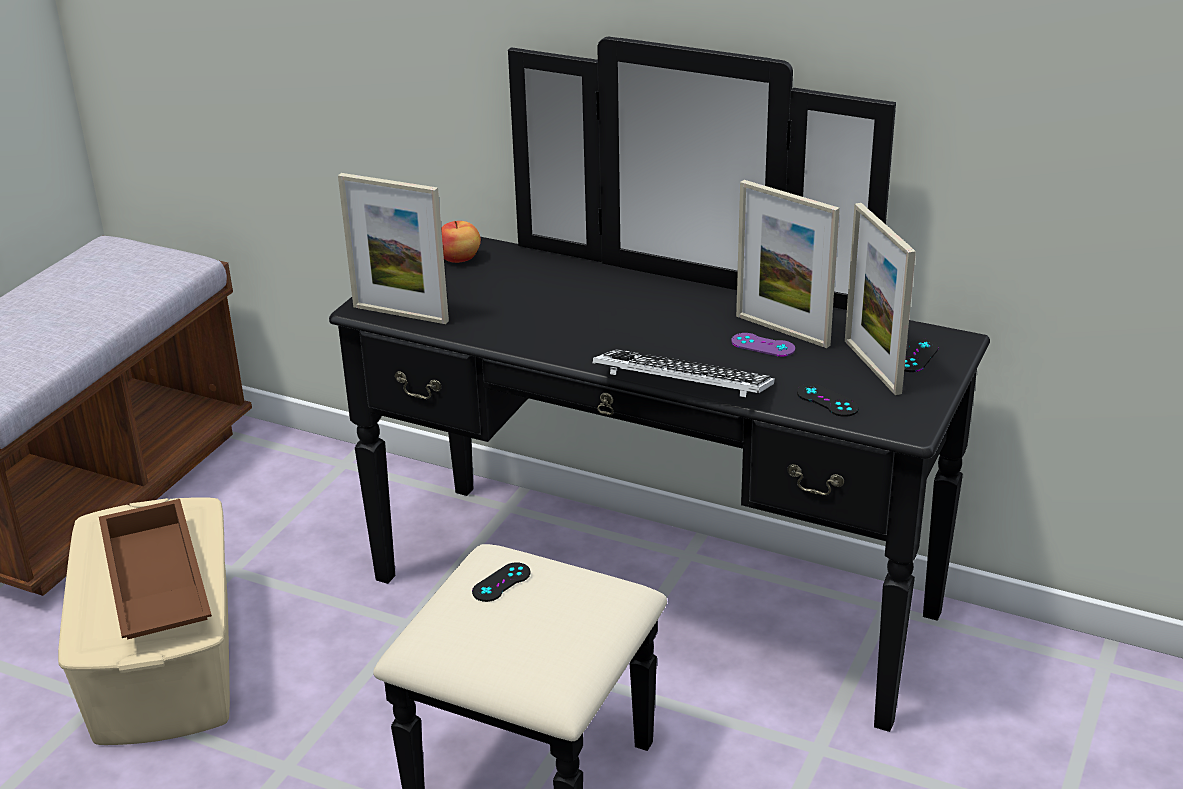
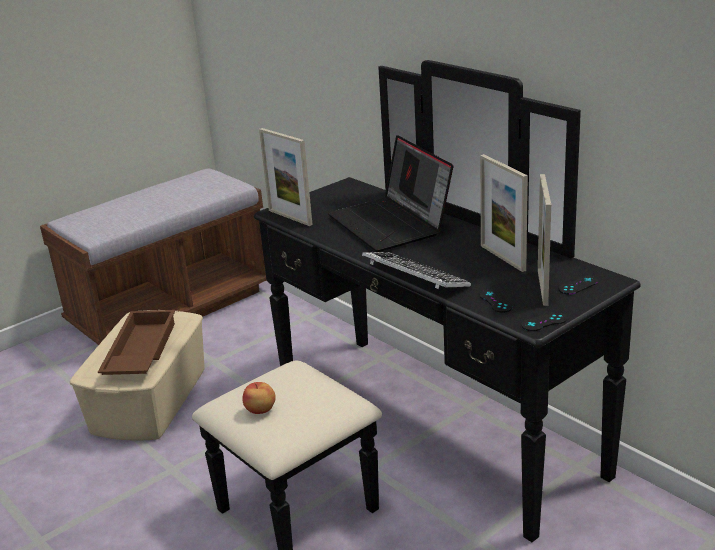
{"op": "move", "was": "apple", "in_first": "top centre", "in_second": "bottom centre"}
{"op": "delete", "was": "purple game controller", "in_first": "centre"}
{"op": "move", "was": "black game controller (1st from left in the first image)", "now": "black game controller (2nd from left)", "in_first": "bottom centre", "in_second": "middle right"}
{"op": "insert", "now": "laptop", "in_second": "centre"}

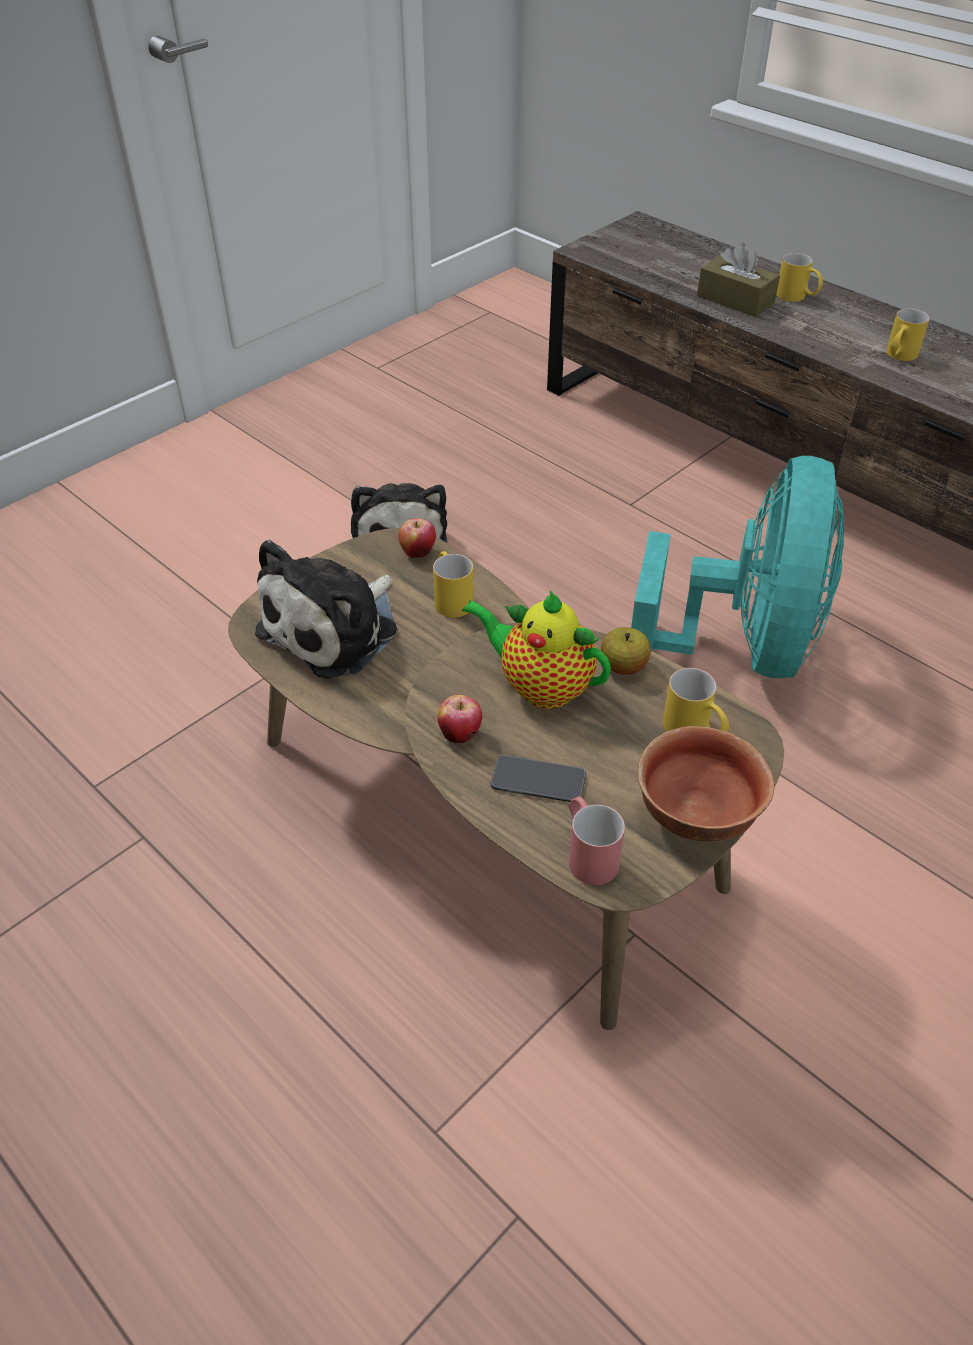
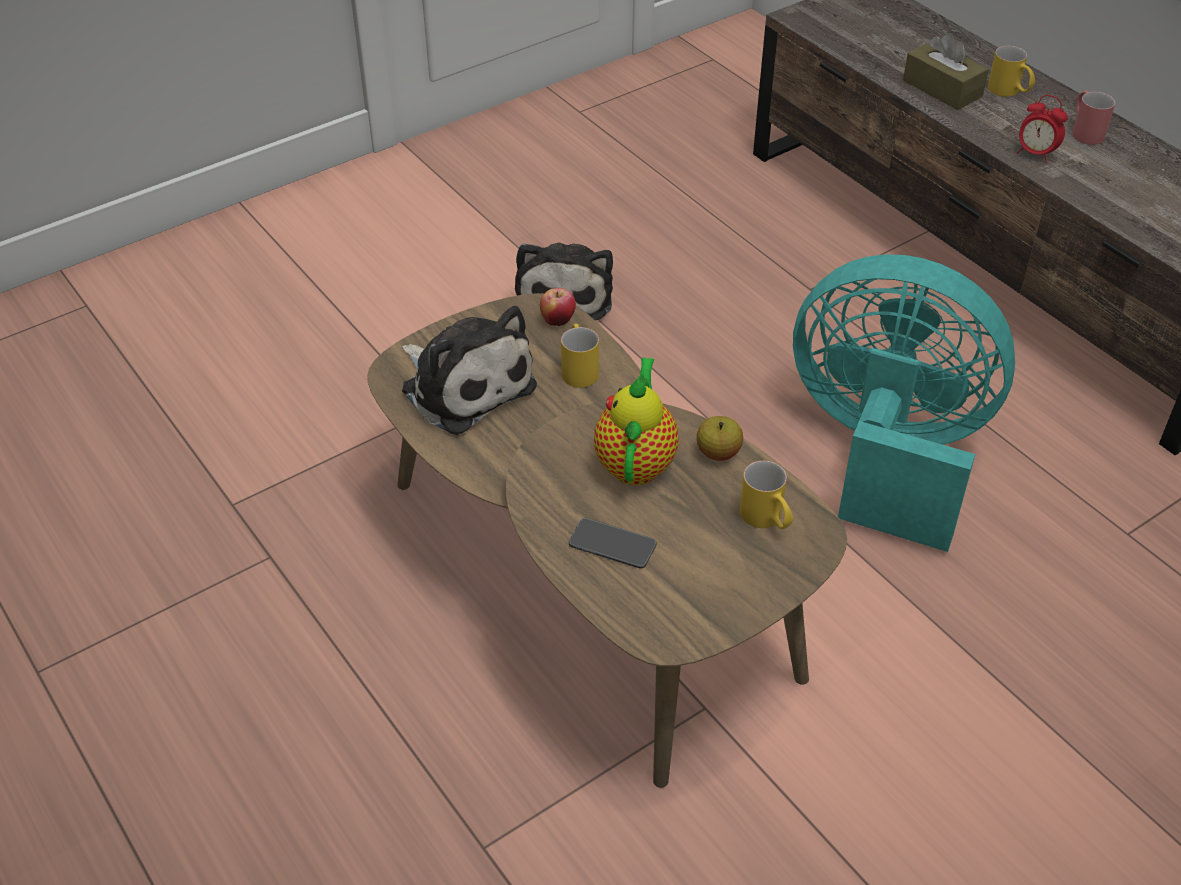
{"op": "delete", "was": "yellow mug (4th from left)", "in_first": "top right"}
{"op": "rotate", "was": "turquoise fan", "in_first": "middle right", "in_second": "middle right", "clockwise": -90}
{"op": "rotate", "was": "plush toy (1st from left)", "in_first": "centre", "in_second": "centre", "clockwise": -90}
{"op": "rotate", "was": "teapot", "in_first": "centre", "in_second": "centre", "clockwise": 60}
{"op": "delete", "was": "apple (2nd from left)", "in_first": "centre"}
{"op": "delete", "was": "bowl", "in_first": "middle right"}
{"op": "move", "was": "red mug", "in_first": "centre", "in_second": "top right"}
{"op": "insert", "now": "alarm clock", "in_second": "top right"}

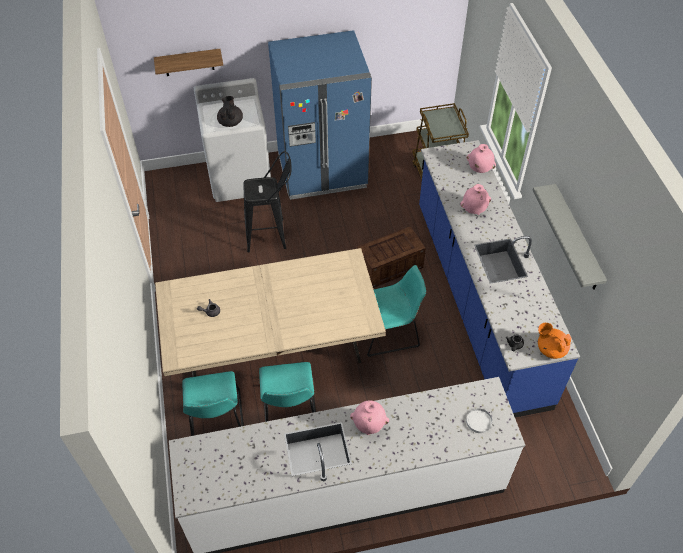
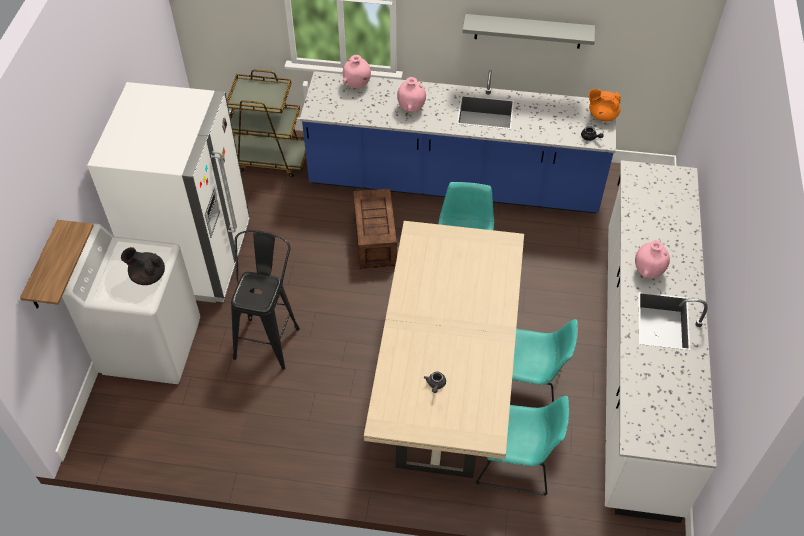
{"op": "recolor", "was": "blue fridge", "now": "white fridge", "in_first": "top centre", "in_second": "middle left"}
{"op": "rotate", "was": "orange teapot", "in_first": "middle right", "in_second": "top right", "clockwise": 45}
{"op": "delete", "was": "white plate", "in_first": "bottom right"}

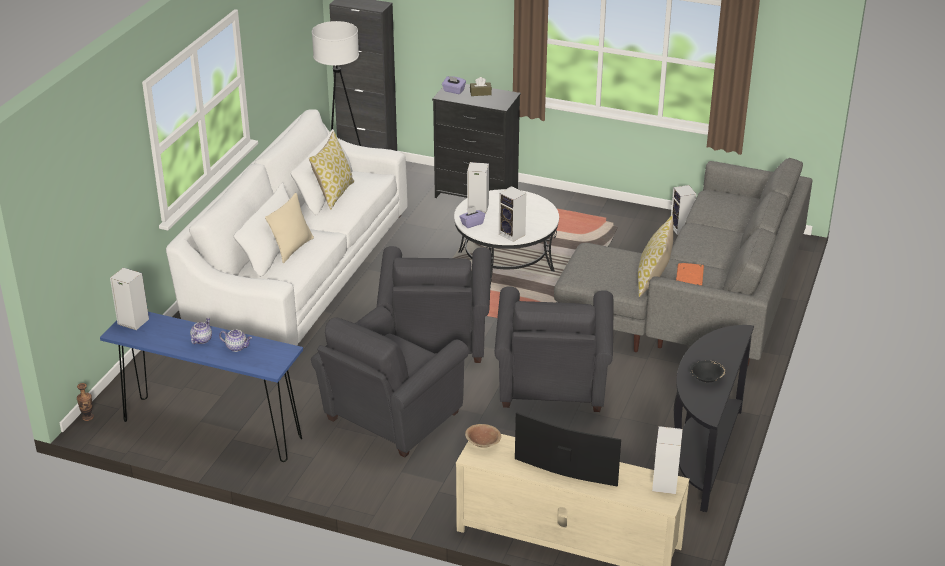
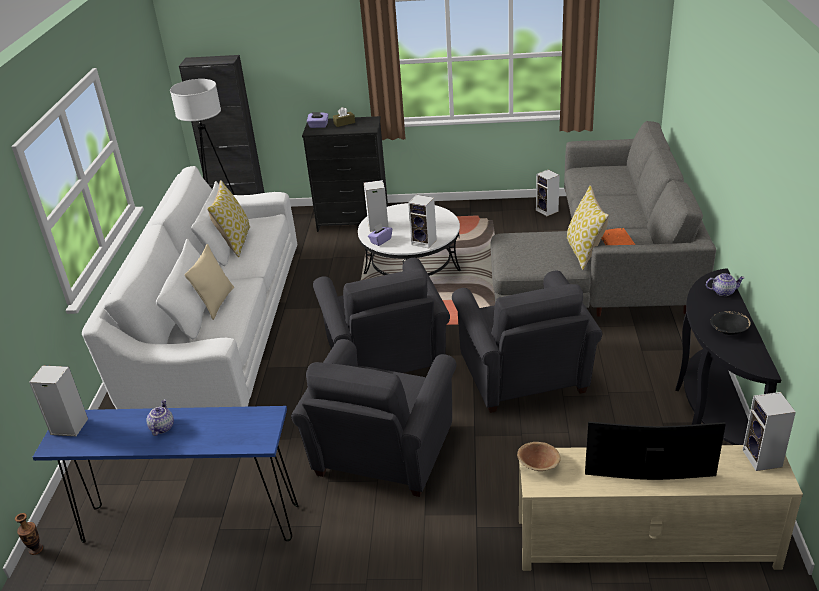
{"op": "move", "was": "teapot (2nd from left)", "in_first": "middle left", "in_second": "middle right"}

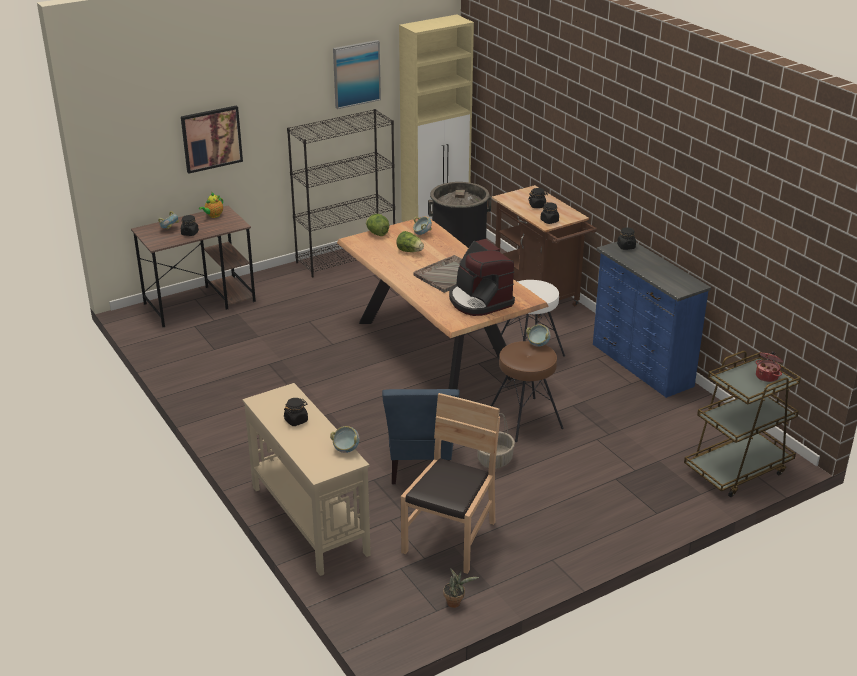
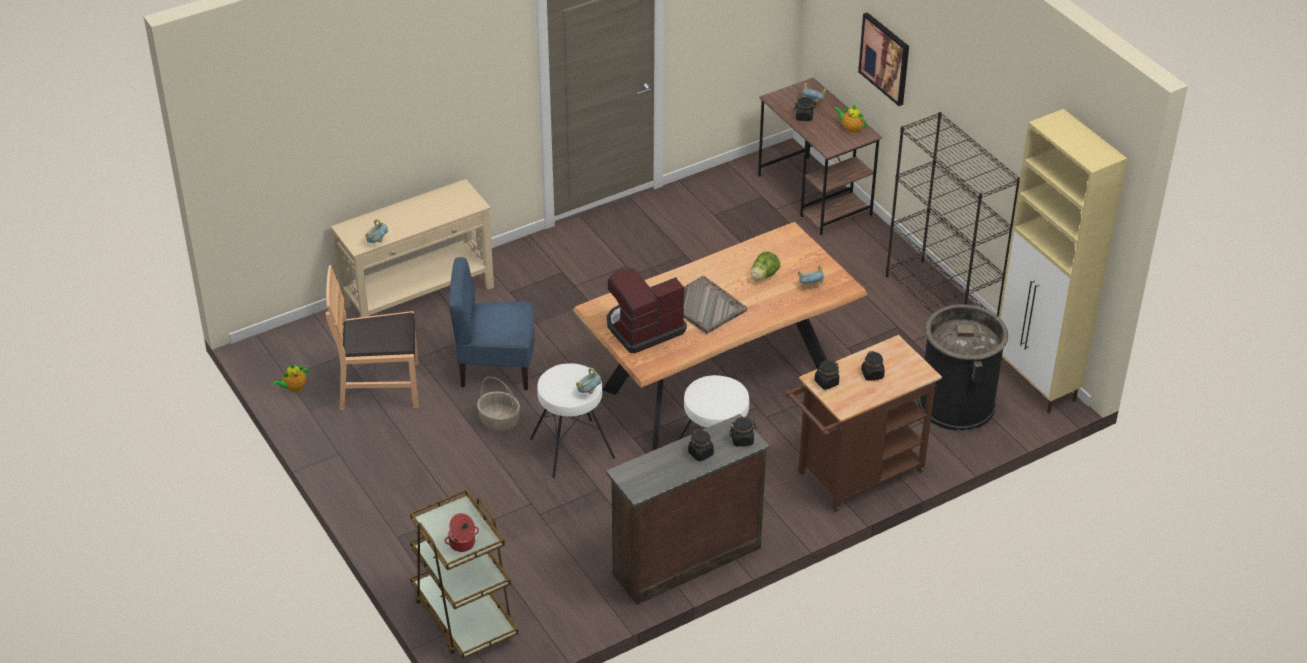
{"op": "delete", "was": "picture (2nd from left)", "in_first": "top centre"}
{"op": "delete", "was": "lettuce (1st from left)", "in_first": "top centre"}
{"op": "recolor", "was": "blue dresser", "now": "brown dresser", "in_first": "middle right", "in_second": "bottom centre"}
{"op": "recolor", "was": "brown stool", "now": "white stool (1st from left)", "in_first": "centre", "in_second": "centre"}
{"op": "rotate", "was": "brown chair", "in_first": "bottom centre", "in_second": "middle left", "clockwise": 150}
{"op": "move", "was": "black jar (2nd from left in the first image)", "now": "black jar (1st from left)", "in_first": "centre", "in_second": "bottom centre"}
{"op": "replace", "was": "potted plant", "now": "teapot (1st from left)", "in_first": "bottom centre", "in_second": "middle left"}

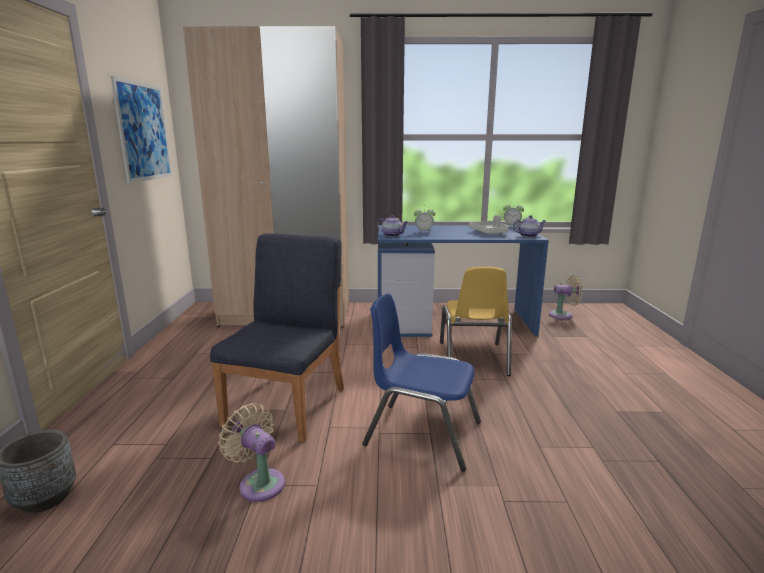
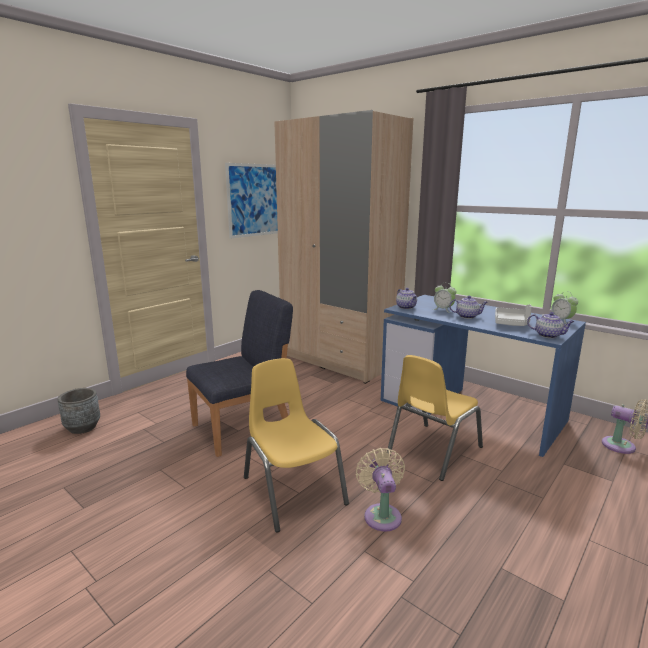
{"op": "recolor", "was": "blue chair (2nd from left)", "now": "yellow chair (1st from left)", "in_first": "bottom centre", "in_second": "bottom centre"}
{"op": "move", "was": "beige fan (1st from left)", "in_first": "bottom left", "in_second": "bottom centre"}
{"op": "insert", "now": "teapot (2nd from left)", "in_second": "middle right"}

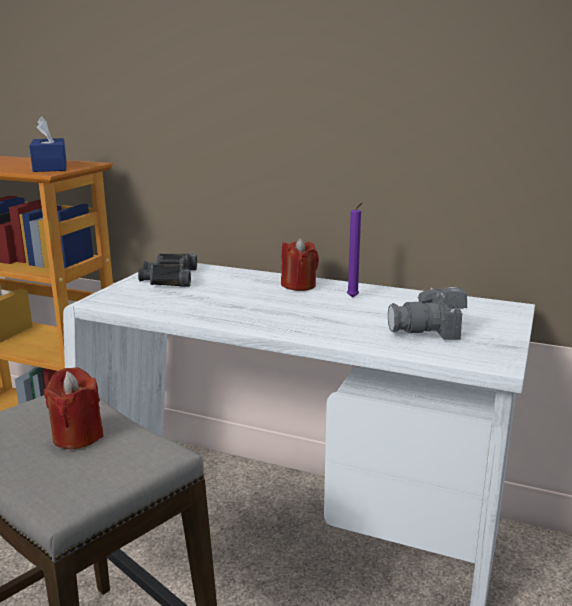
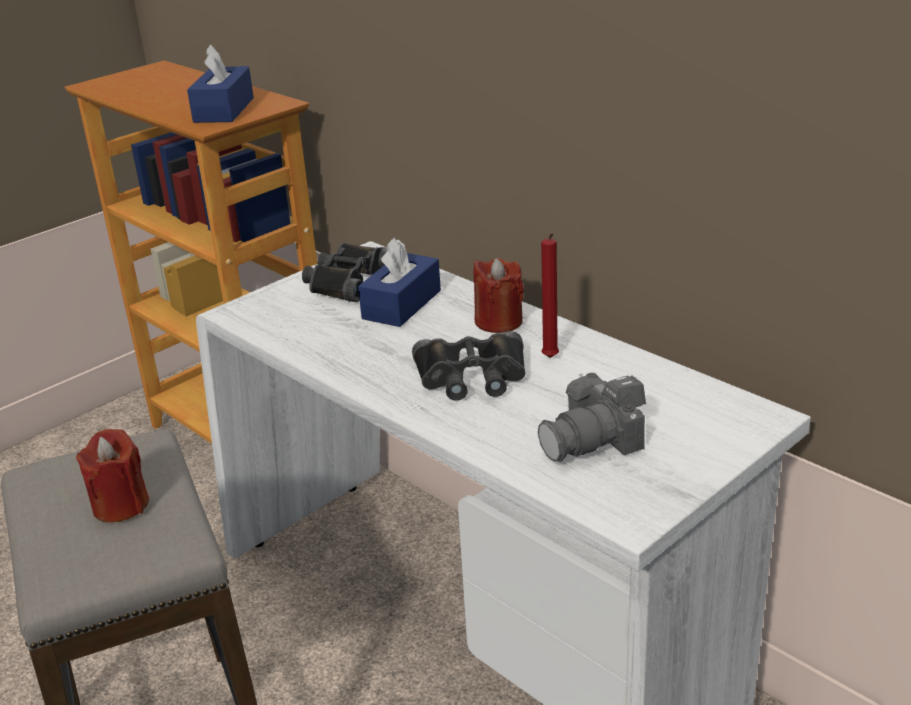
{"op": "recolor", "was": "purple candle", "now": "red candle (3rd from left)", "in_first": "centre", "in_second": "centre"}
{"op": "rotate", "was": "photo camera", "in_first": "middle right", "in_second": "centre", "clockwise": -45}
{"op": "insert", "now": "blue tissue box (2nd from left)", "in_second": "centre"}
{"op": "insert", "now": "black binoculars (2nd from left)", "in_second": "centre"}

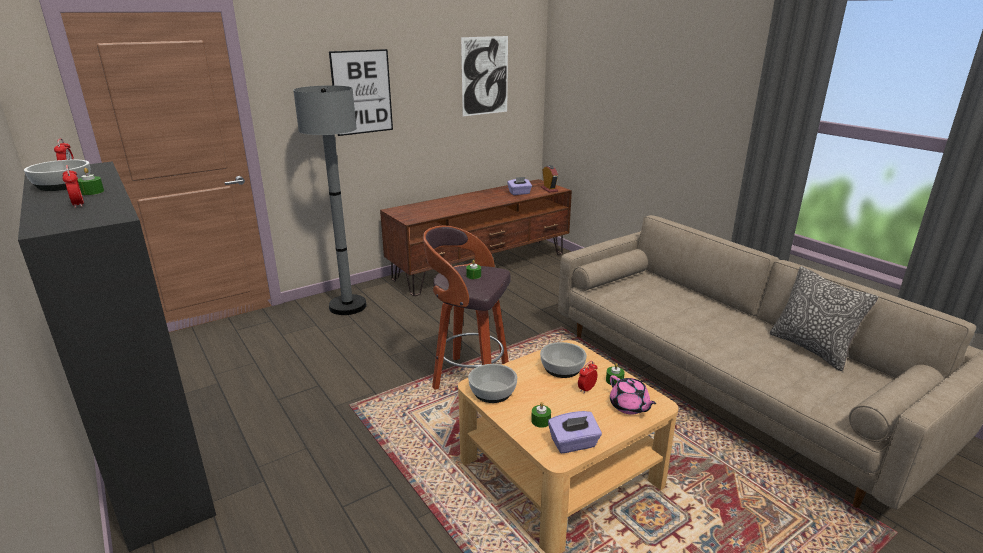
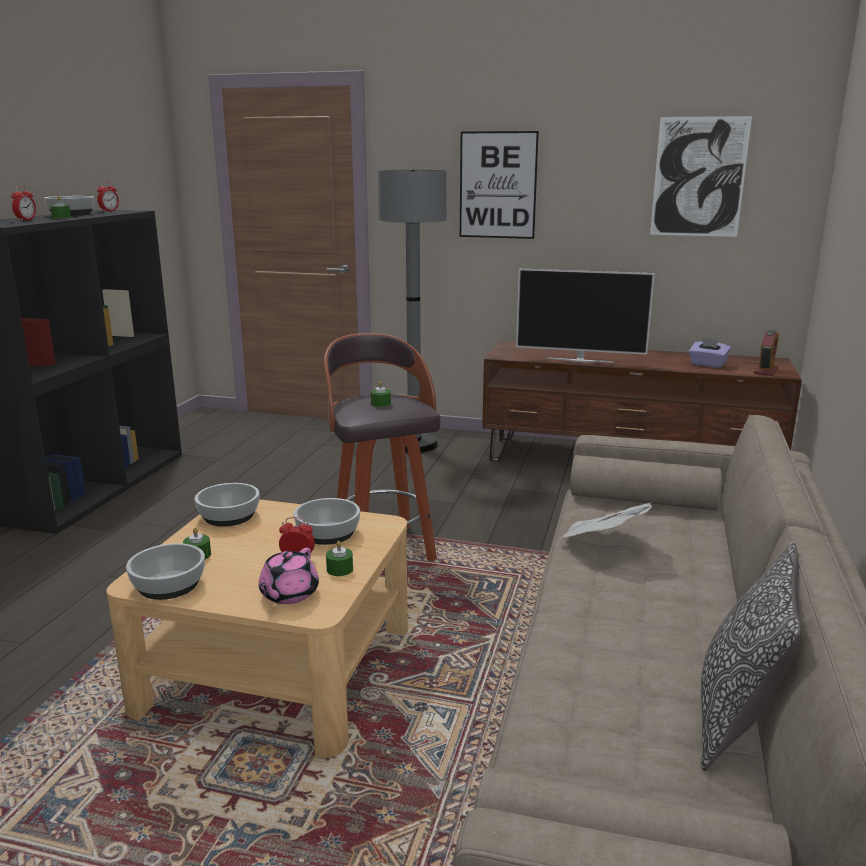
{"op": "replace", "was": "purple tissue box (2nd from left)", "now": "bowl (2nd from left)", "in_first": "bottom centre", "in_second": "middle left"}
{"op": "insert", "now": "television", "in_second": "middle right"}
{"op": "insert", "now": "newspaper", "in_second": "middle right"}

